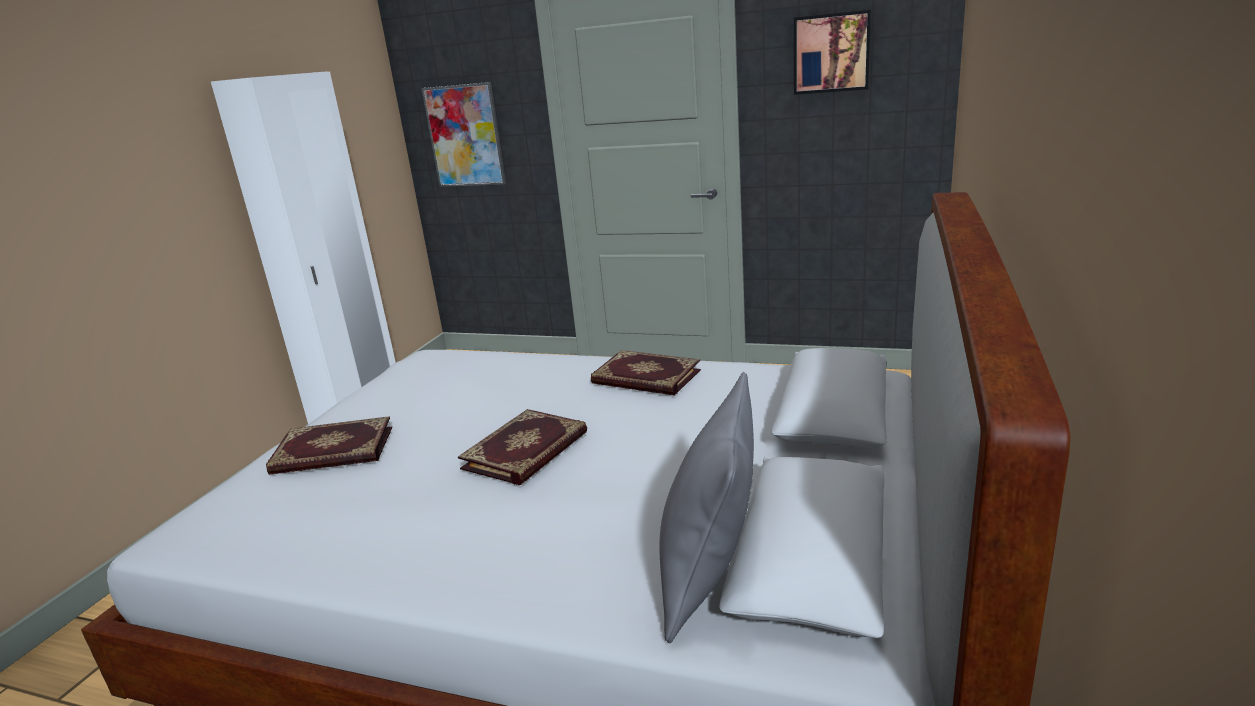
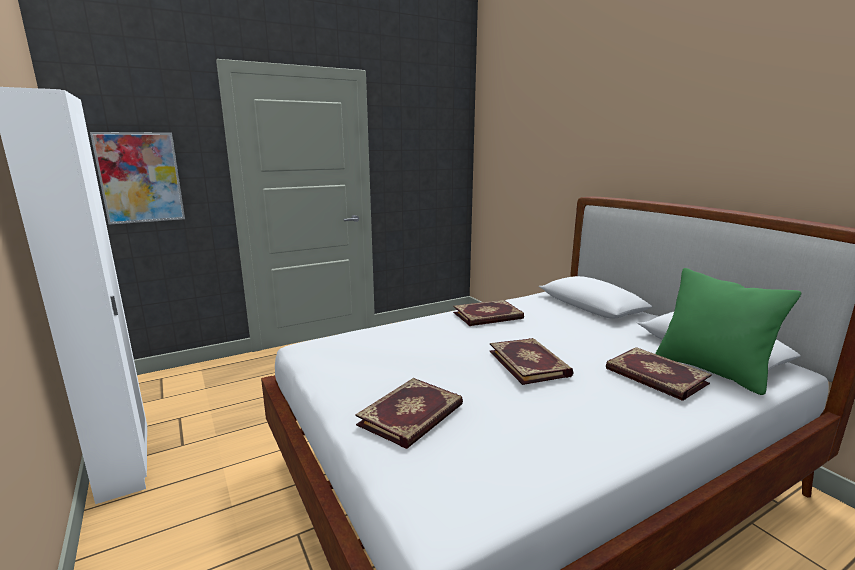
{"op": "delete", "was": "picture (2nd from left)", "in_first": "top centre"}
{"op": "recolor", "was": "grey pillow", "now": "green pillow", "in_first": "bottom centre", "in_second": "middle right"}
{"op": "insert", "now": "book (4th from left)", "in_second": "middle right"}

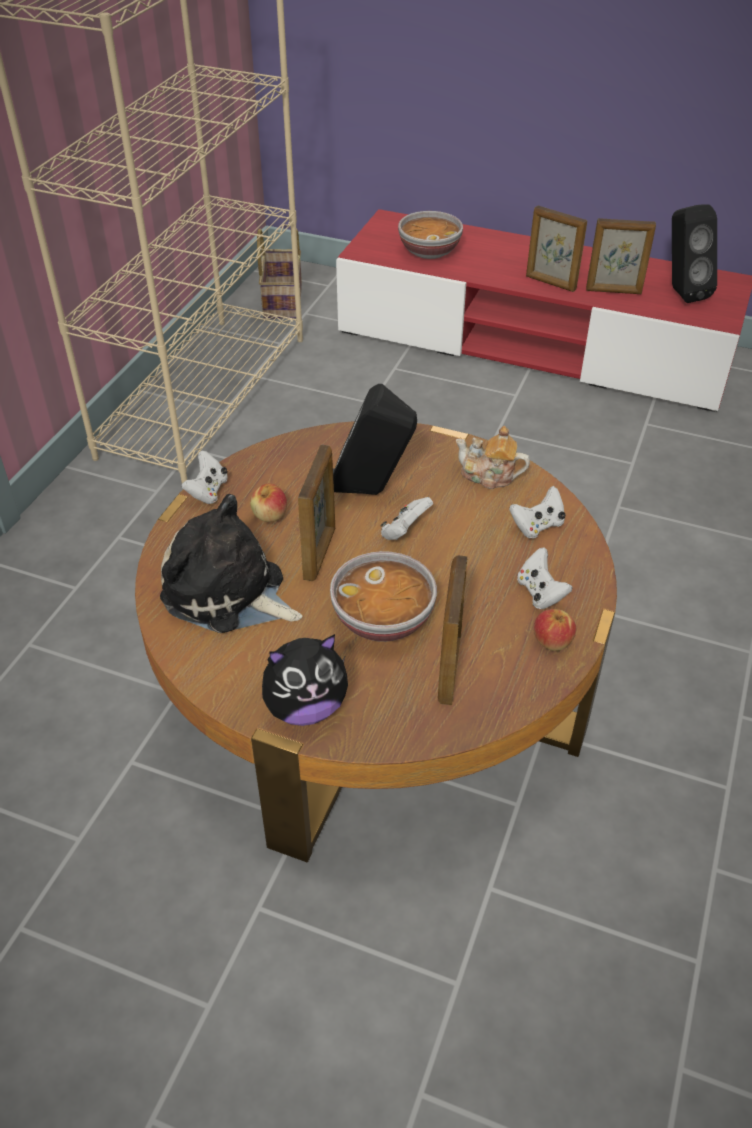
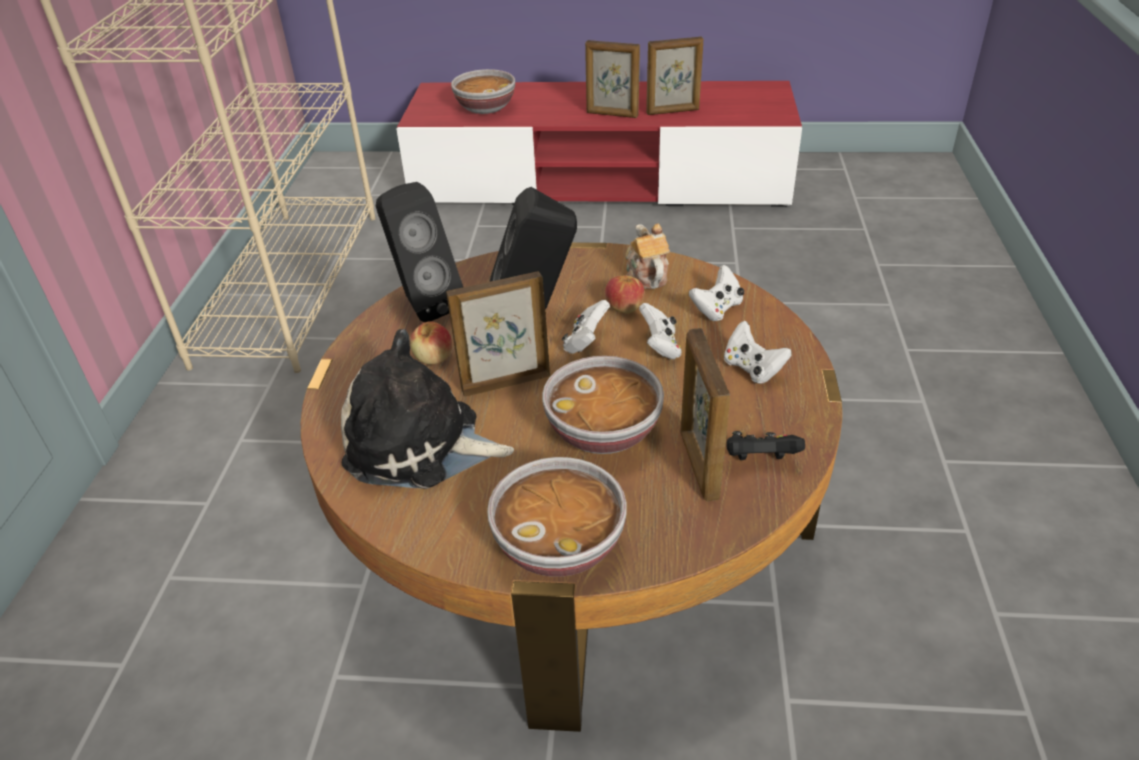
{"op": "move", "was": "black speaker (2nd from left in the first image)", "now": "black speaker (1st from left)", "in_first": "top right", "in_second": "top centre"}
{"op": "delete", "was": "basket", "in_first": "top centre"}
{"op": "rotate", "was": "teapot", "in_first": "centre", "in_second": "centre", "clockwise": 75}
{"op": "rotate", "was": "picture frame (1st from left)", "in_first": "centre", "in_second": "centre", "clockwise": -105}
{"op": "move", "was": "white game controller (1st from left in the first image)", "now": "white game controller (2nd from left)", "in_first": "middle left", "in_second": "centre"}
{"op": "move", "was": "apple (2nd from left)", "in_first": "middle right", "in_second": "centre"}
{"op": "replace", "was": "plush toy (2nd from left)", "now": "bowl (2nd from left)", "in_first": "centre", "in_second": "bottom centre"}
{"op": "insert", "now": "black game controller", "in_second": "middle right"}

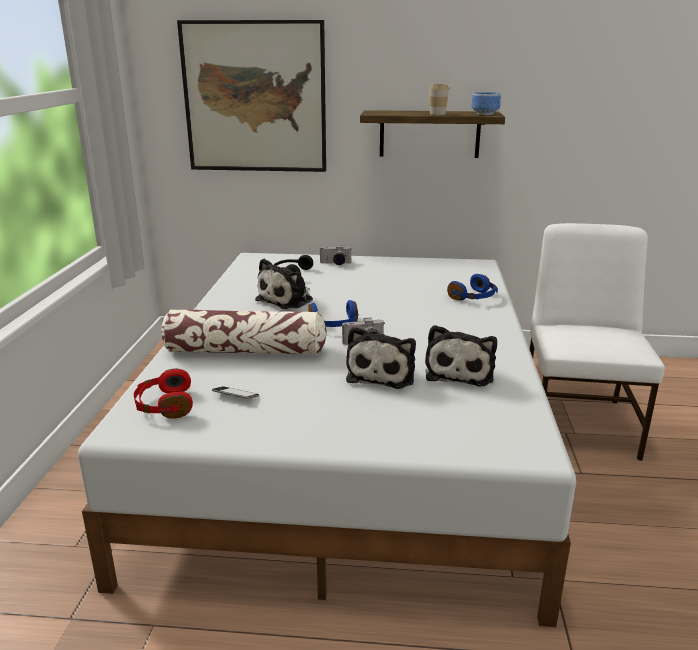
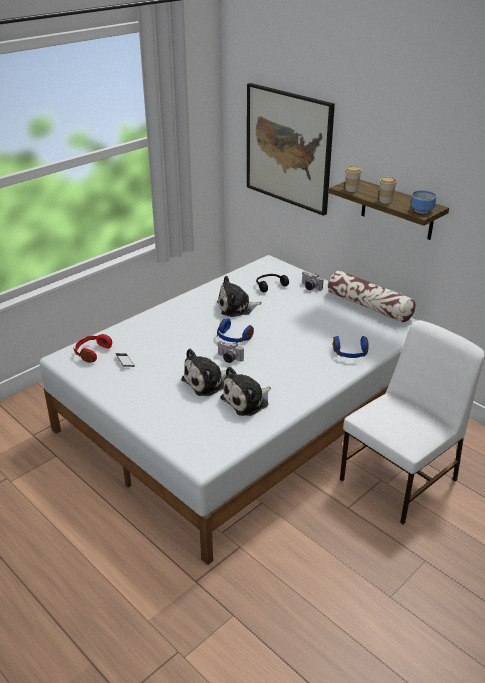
{"op": "move", "was": "pillow", "in_first": "centre", "in_second": "middle right"}
{"op": "insert", "now": "cup (1st from left)", "in_second": "top right"}

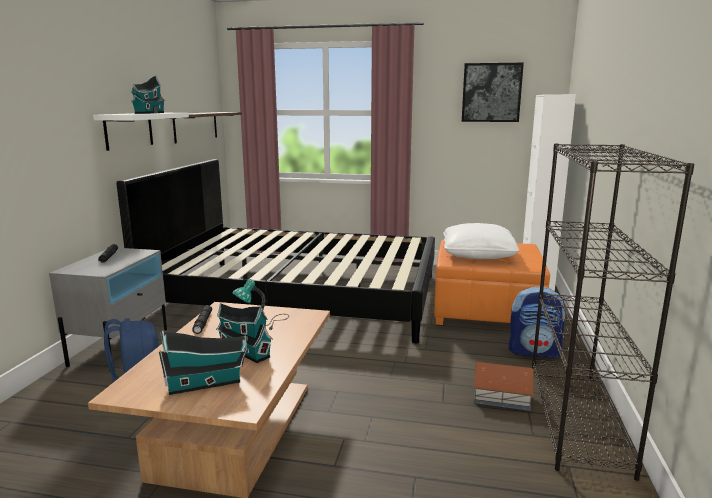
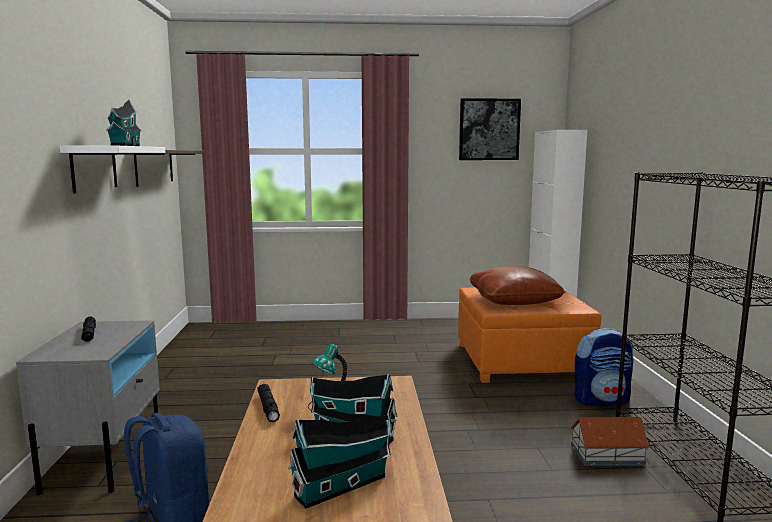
{"op": "delete", "was": "black bed", "in_first": "centre"}
{"op": "recolor", "was": "white pillow", "now": "brown pillow", "in_first": "middle right", "in_second": "middle right"}

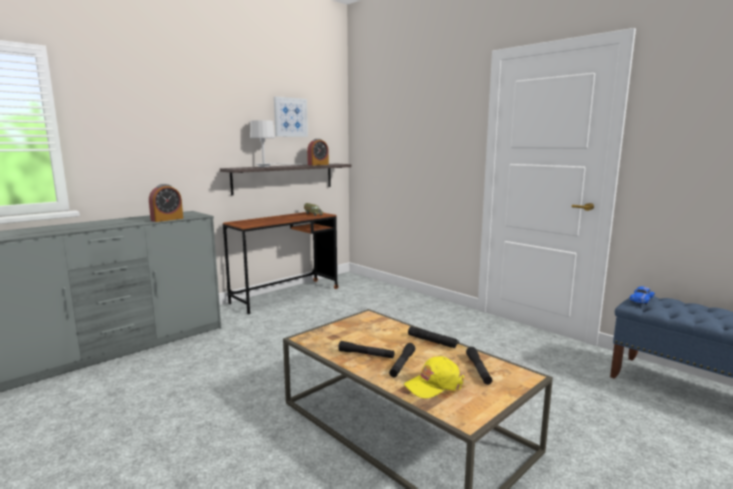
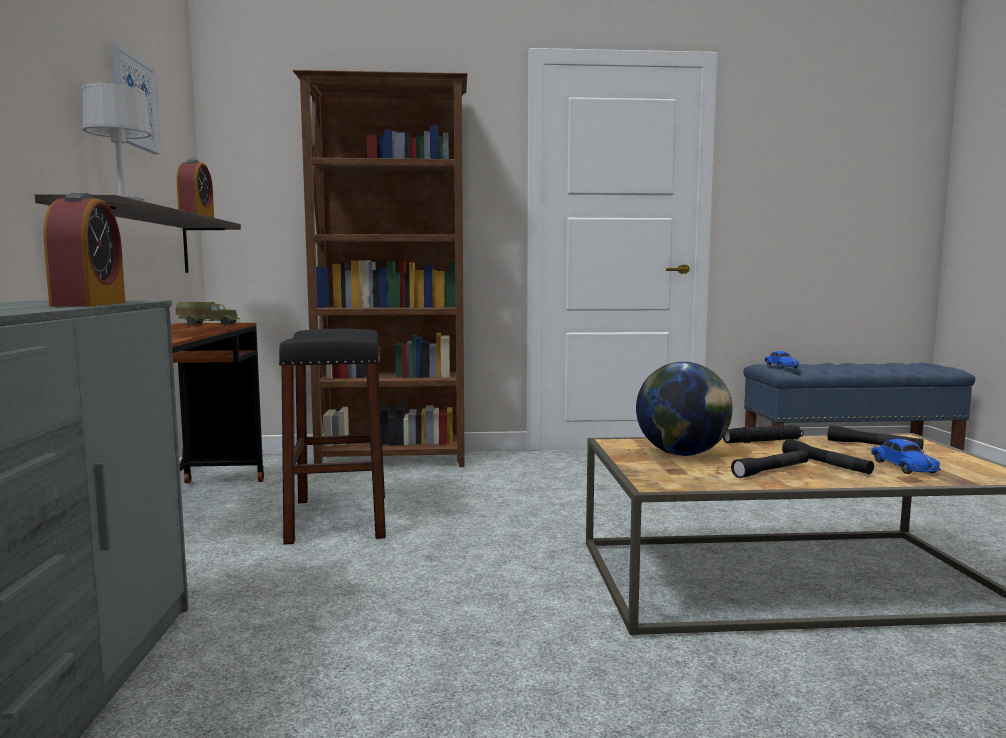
{"op": "replace", "was": "yellow cap", "now": "blue toy car (2nd from left)", "in_first": "bottom centre", "in_second": "middle right"}
{"op": "insert", "now": "brown bookcase", "in_second": "centre"}
{"op": "insert", "now": "black stool", "in_second": "middle left"}
{"op": "insert", "now": "globe", "in_second": "middle right"}

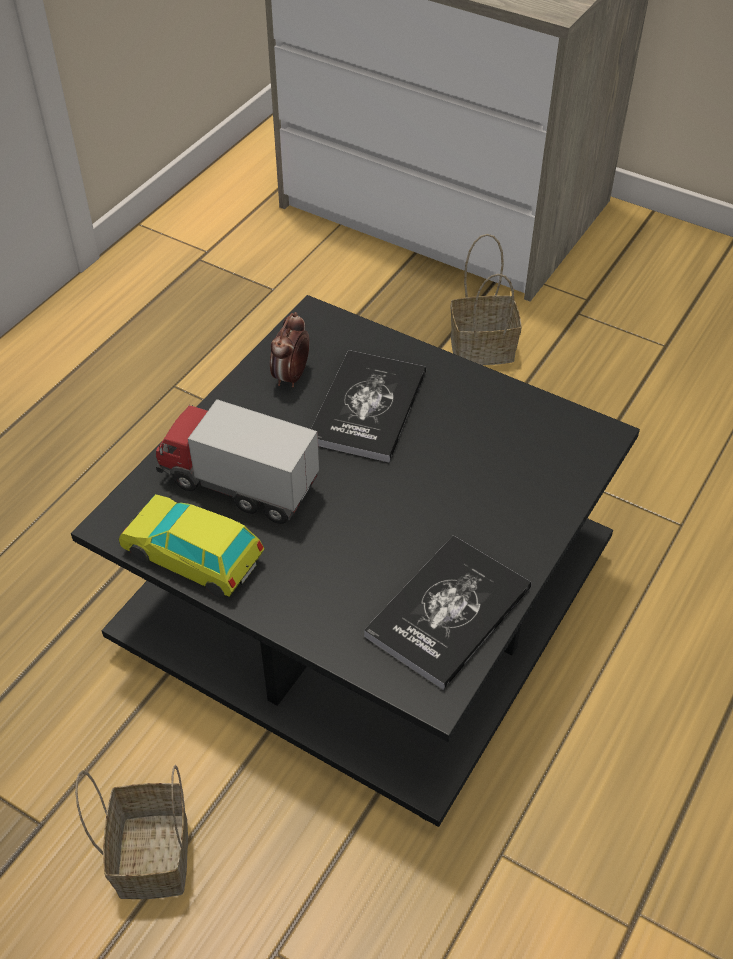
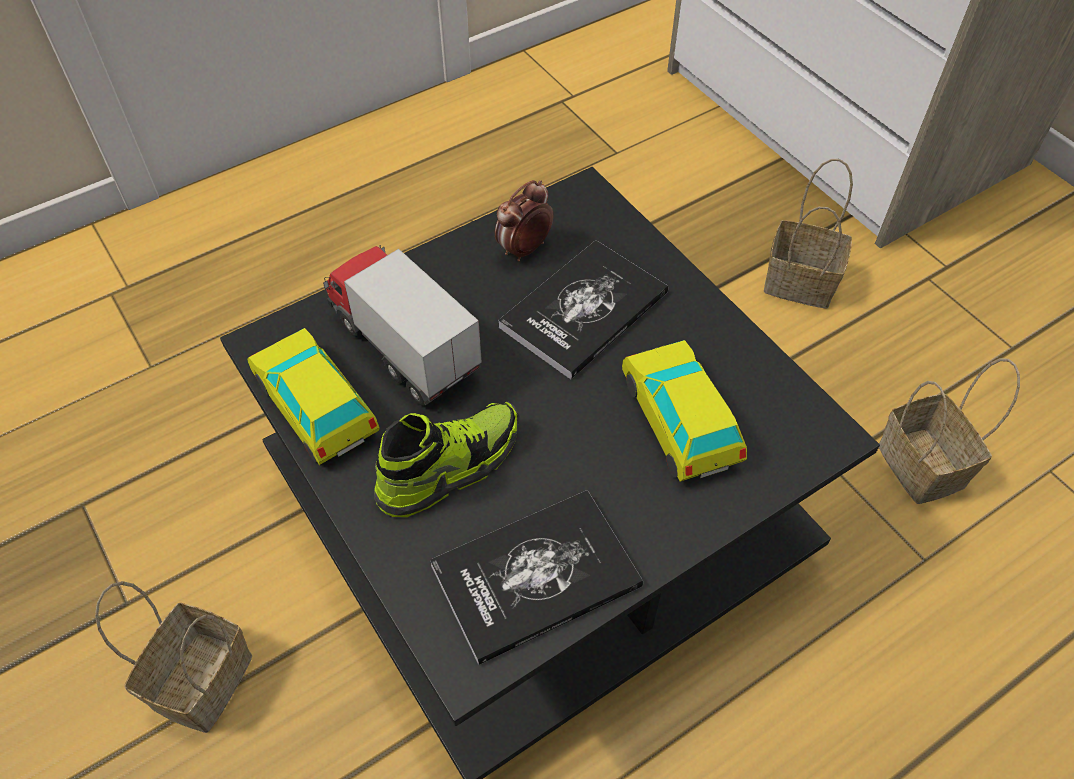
{"op": "insert", "now": "toy car (2nd from left)", "in_second": "centre"}
{"op": "insert", "now": "basket (3rd from left)", "in_second": "middle right"}
{"op": "insert", "now": "shoe", "in_second": "centre"}

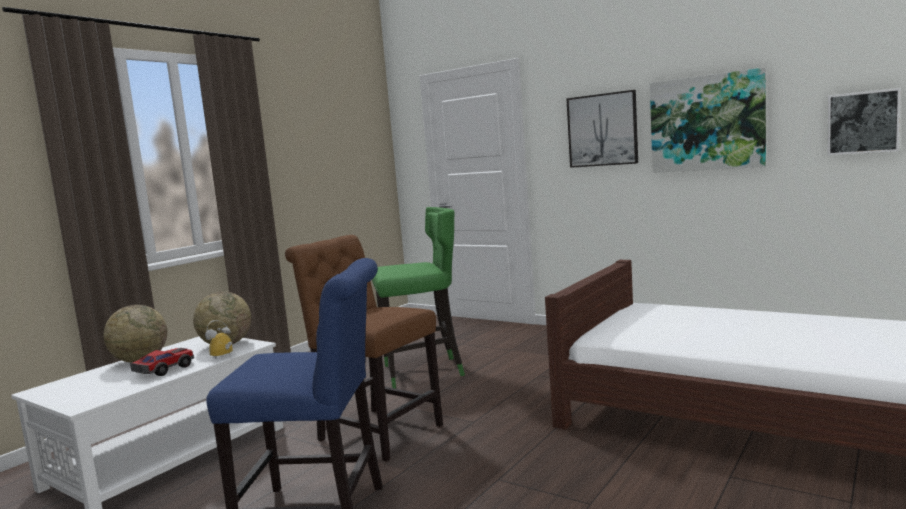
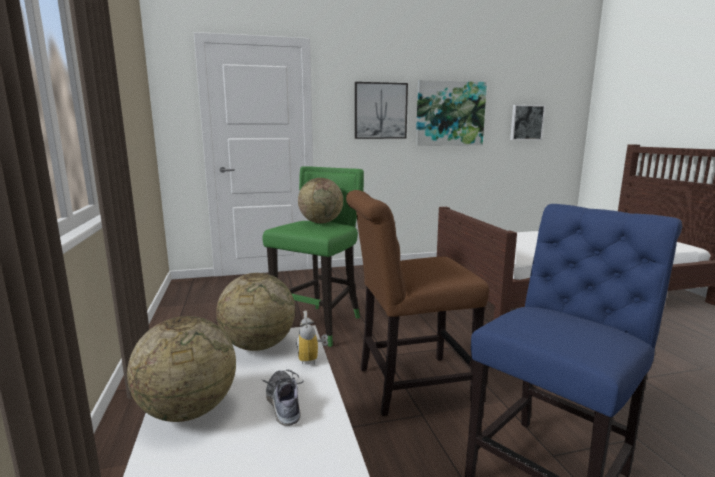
{"op": "replace", "was": "toy car", "now": "shoe", "in_first": "bottom left", "in_second": "bottom centre"}
{"op": "insert", "now": "globe (3rd from left)", "in_second": "centre"}

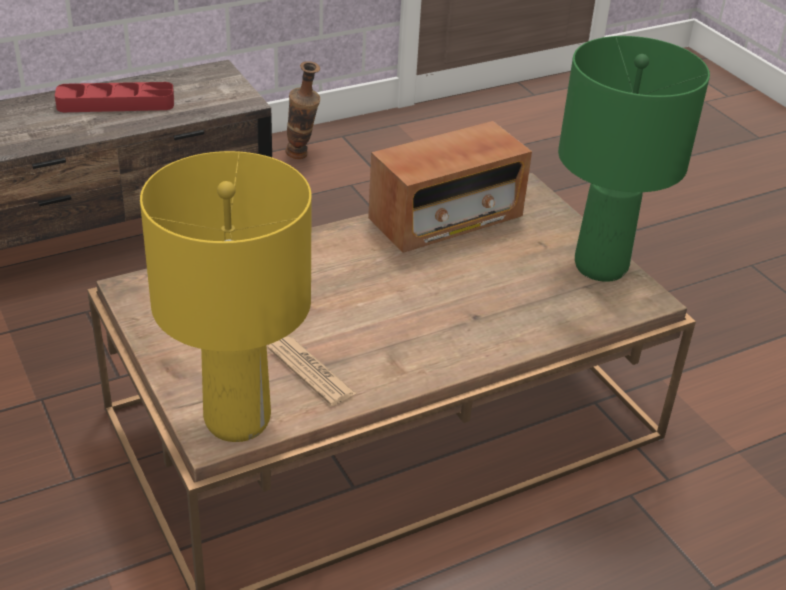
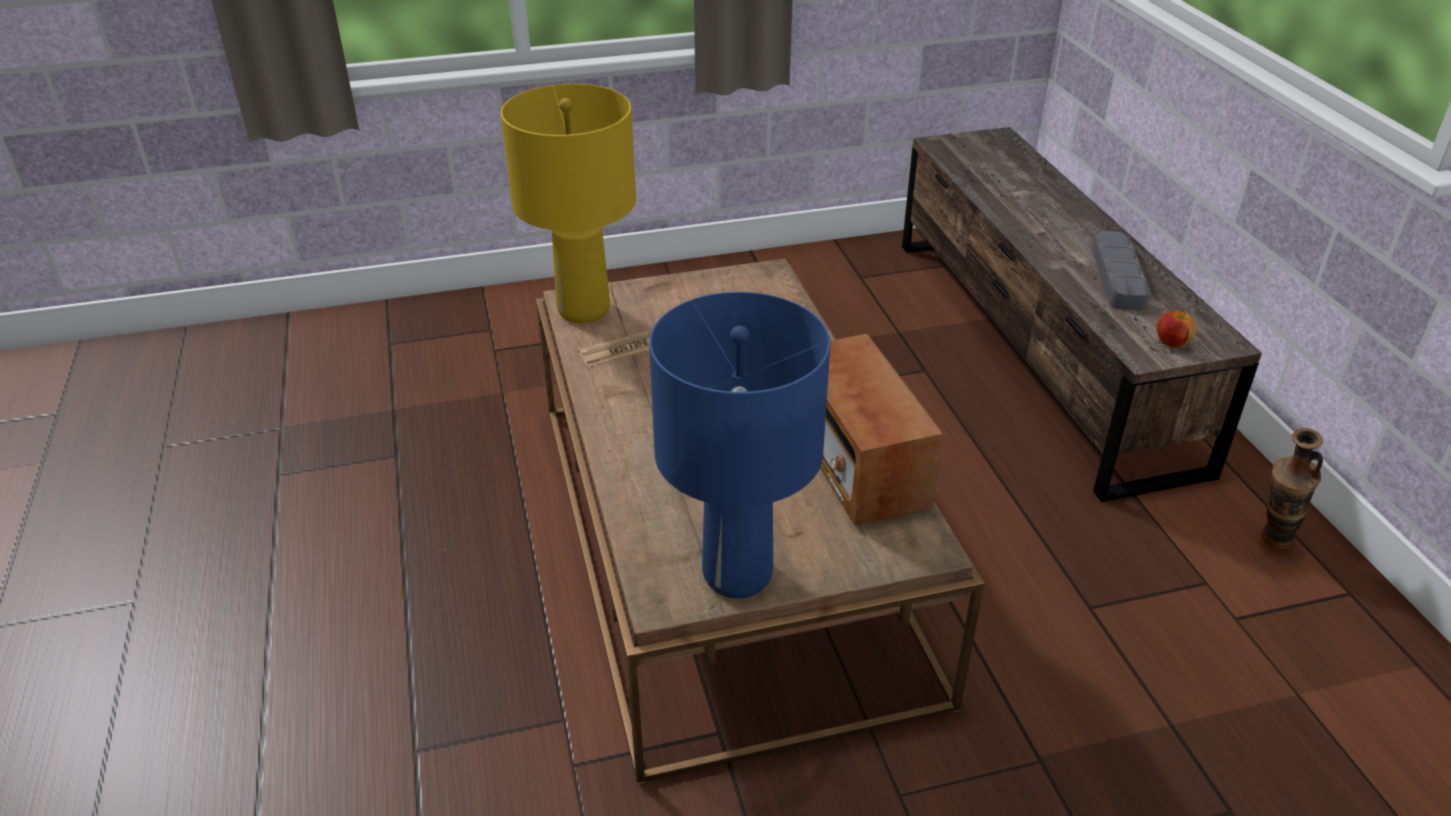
{"op": "recolor", "was": "green table lamp", "now": "blue table lamp", "in_first": "top right", "in_second": "centre"}
{"op": "recolor", "was": "red tray", "now": "grey tray", "in_first": "top left", "in_second": "top right"}
{"op": "insert", "now": "apple", "in_second": "middle right"}

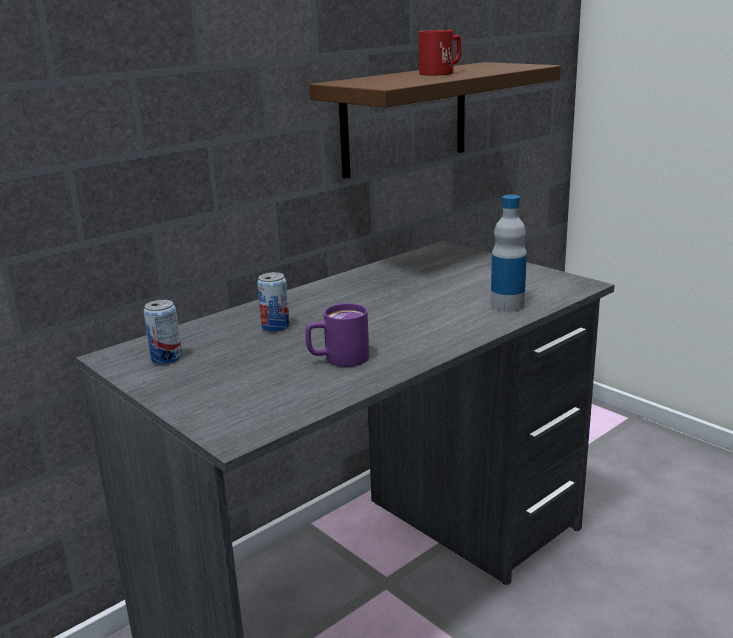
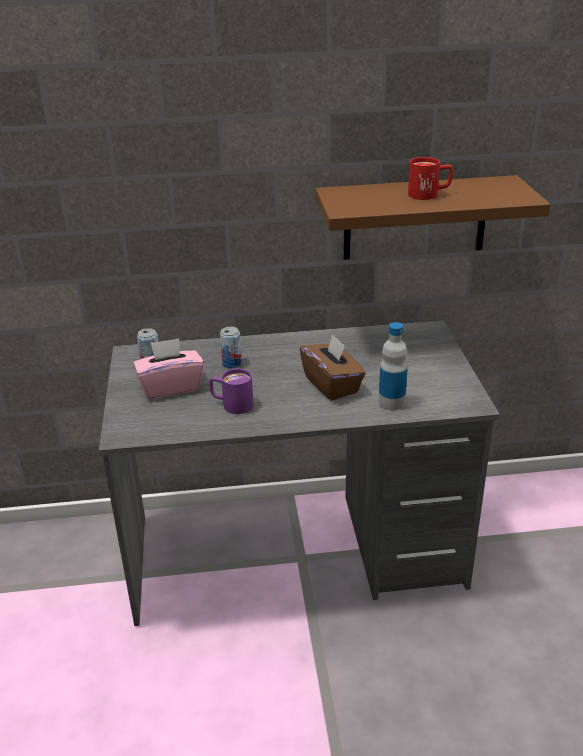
{"op": "insert", "now": "brown tissue box", "in_second": "centre"}
{"op": "insert", "now": "pink tissue box", "in_second": "middle left"}

